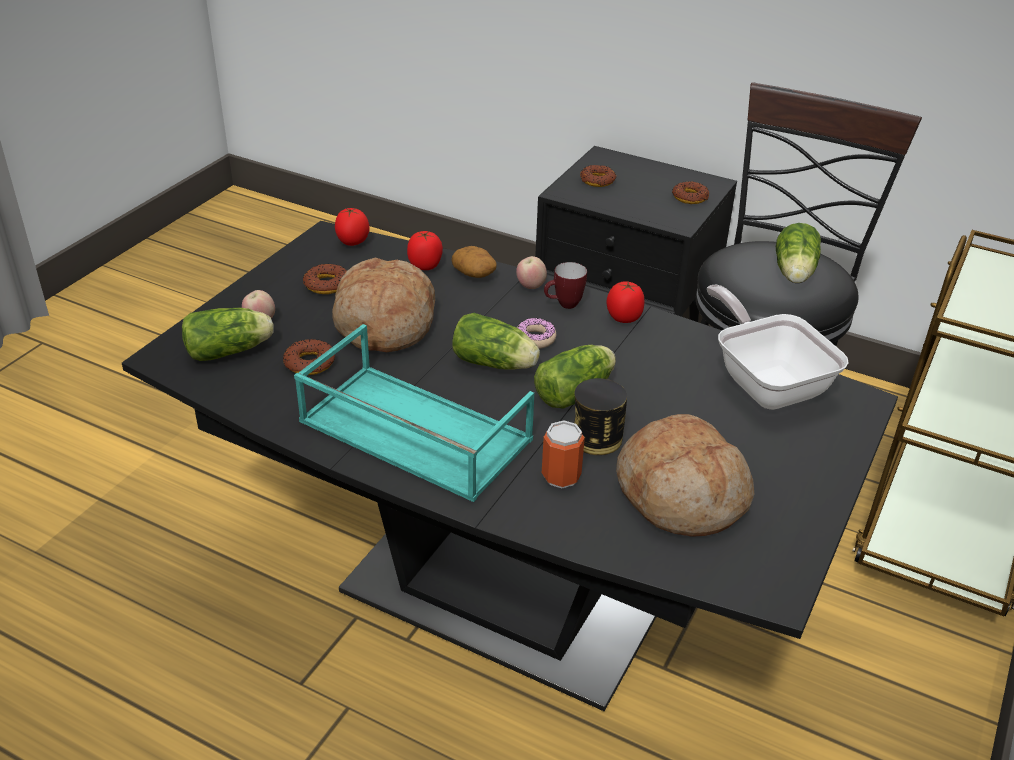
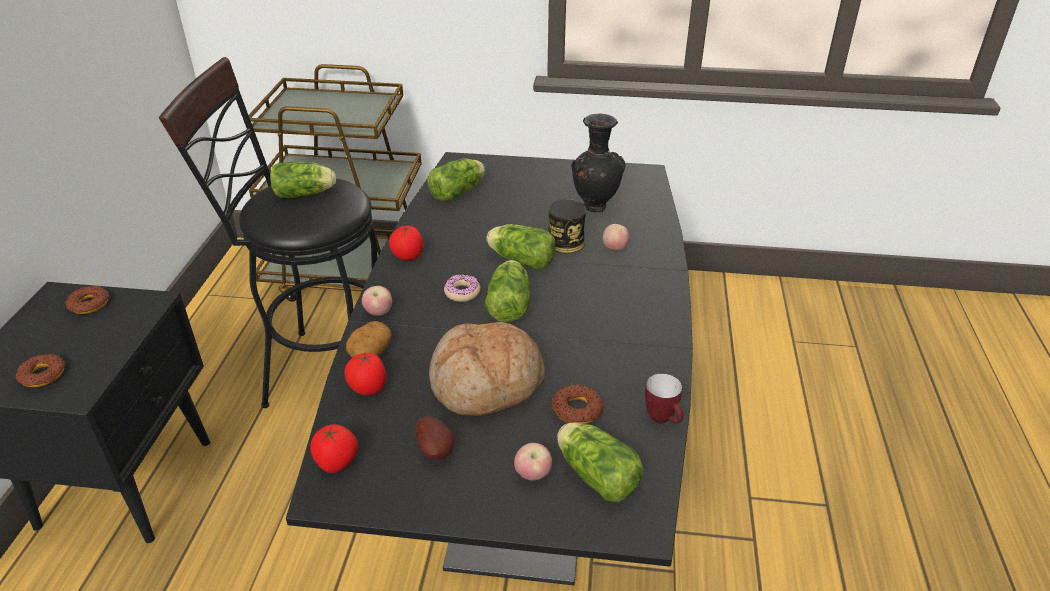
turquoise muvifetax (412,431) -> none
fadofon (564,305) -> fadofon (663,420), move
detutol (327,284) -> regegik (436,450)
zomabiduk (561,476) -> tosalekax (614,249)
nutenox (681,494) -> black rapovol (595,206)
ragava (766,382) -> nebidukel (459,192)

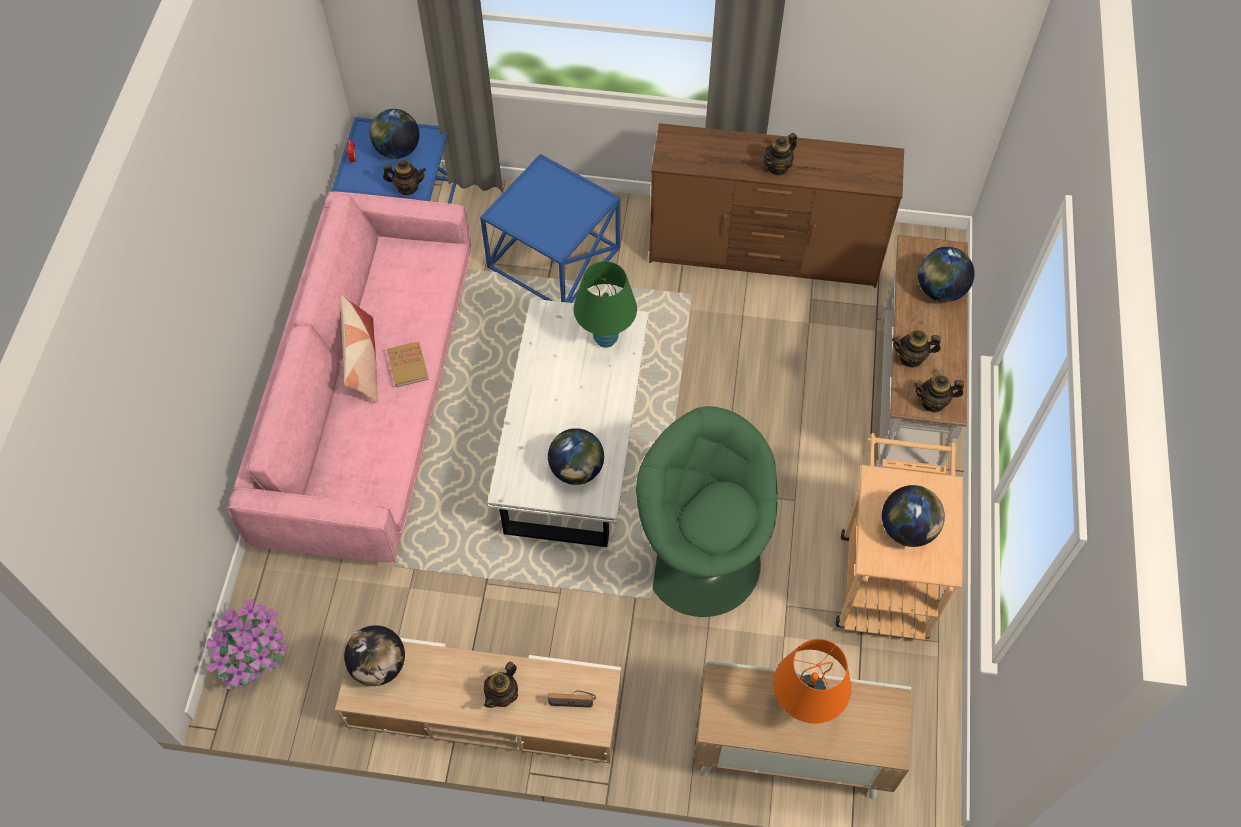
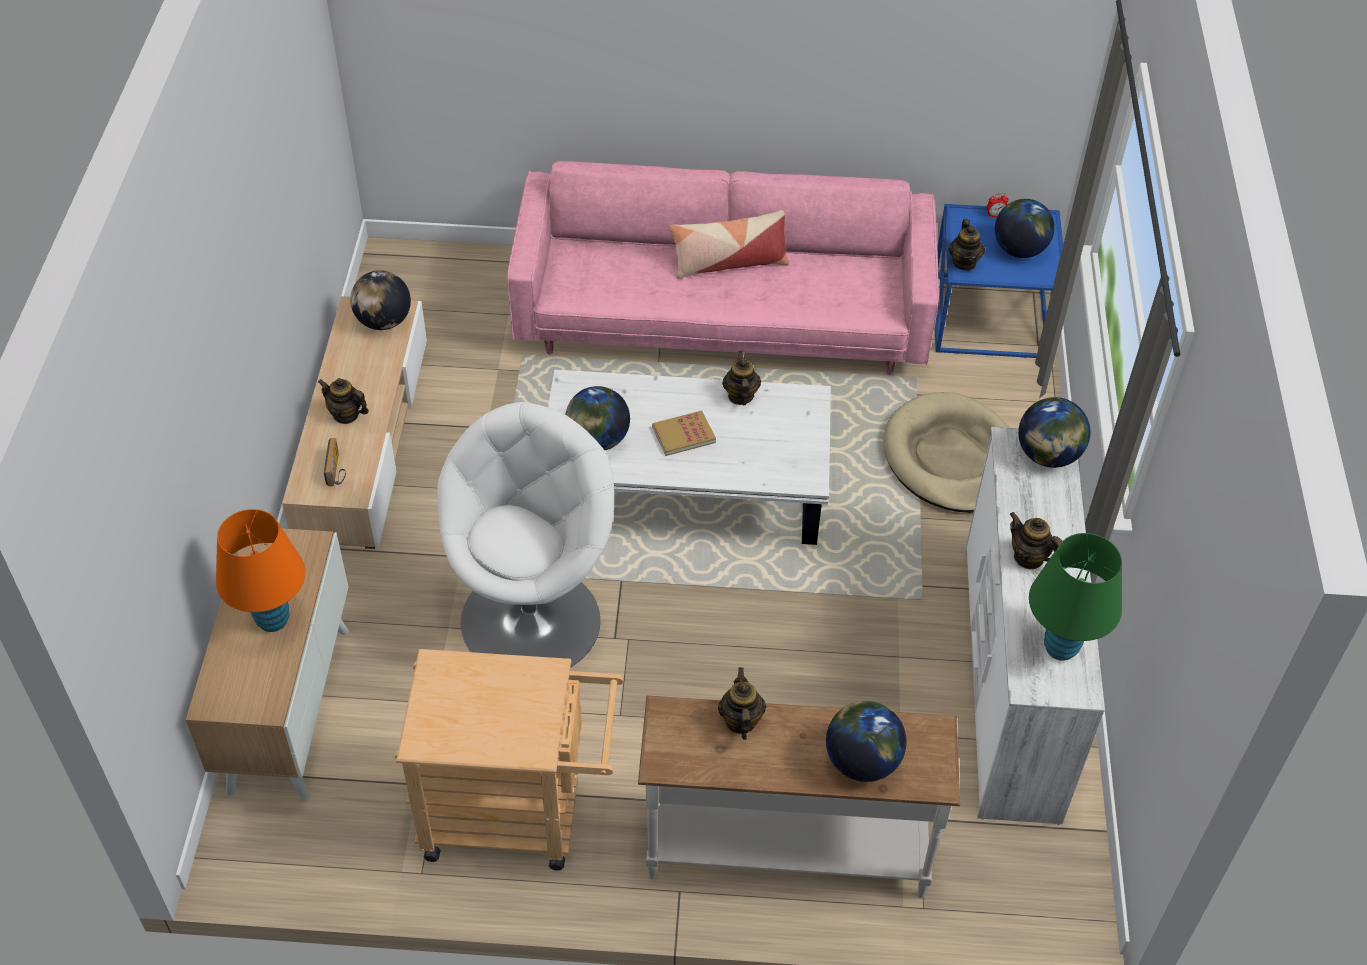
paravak (253,654) -> none
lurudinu (407,365) -> lurudinu (683,435), move
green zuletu (606,338) -> green zuletu (1060,648), move
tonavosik (907,529) -> tonavosik (1048,455), move
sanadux (933,402) -> sanadux (740,396), move
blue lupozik (555,257) -> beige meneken (952,458)
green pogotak (701,561) -> white pogotak (533,619)
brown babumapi (764,254) -> white babumapi (1008,681)

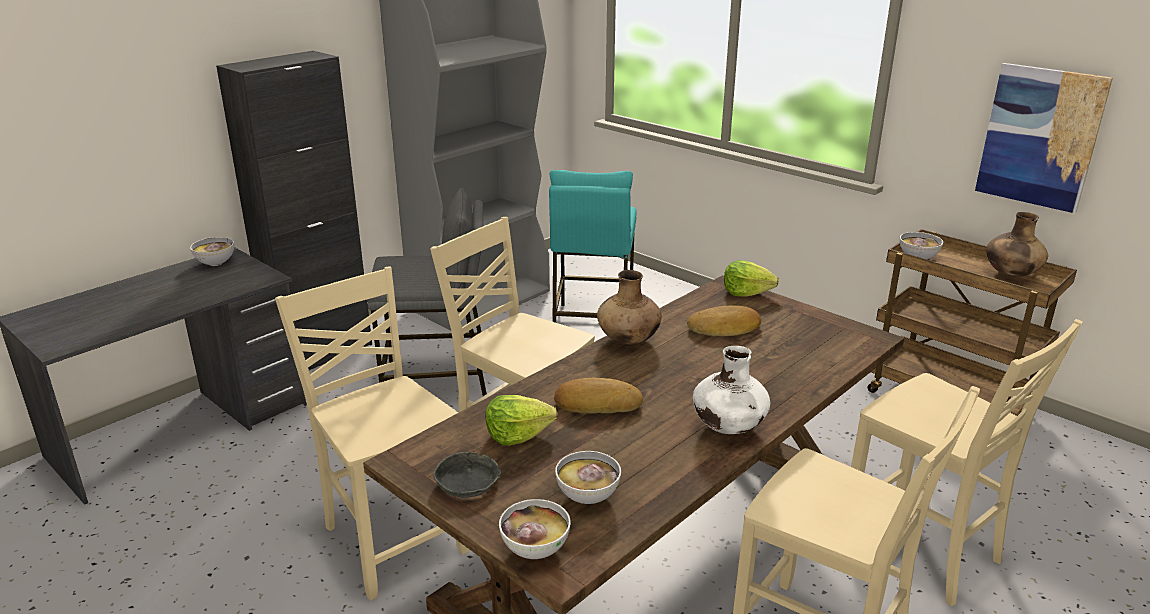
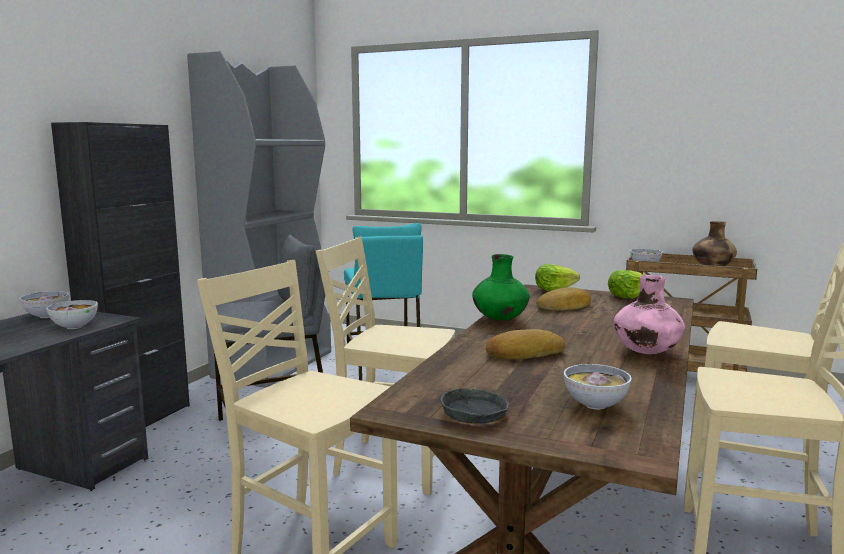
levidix (1040,137) -> none
nebidukel (517,434) -> nebidukel (627,296), move
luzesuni (535,549) -> luzesuni (74,327), move
brown rapovol (628,340) -> green rapovol (499,319)
white rapovol (728,427) -> pink rapovol (646,352)

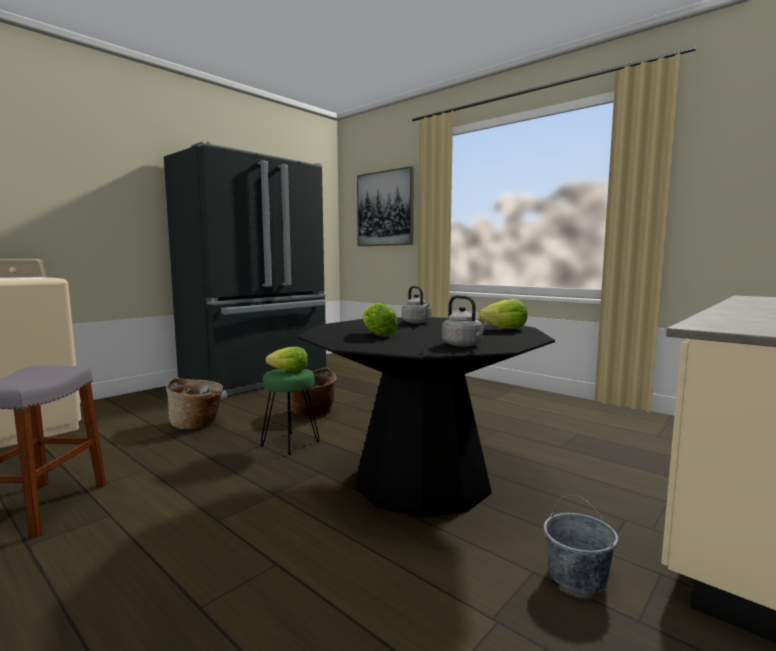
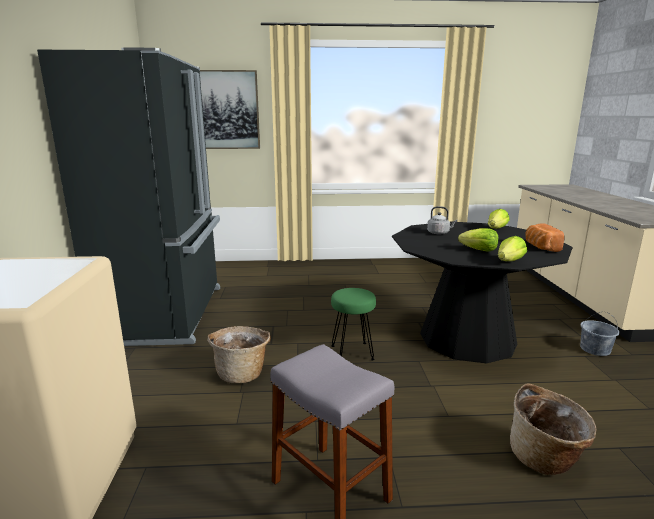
nebidukel (289,371) -> nebidukel (509,261), move
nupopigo (312,413) -> nupopigo (545,458), move
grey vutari (464,345) -> nutenox (540,247)

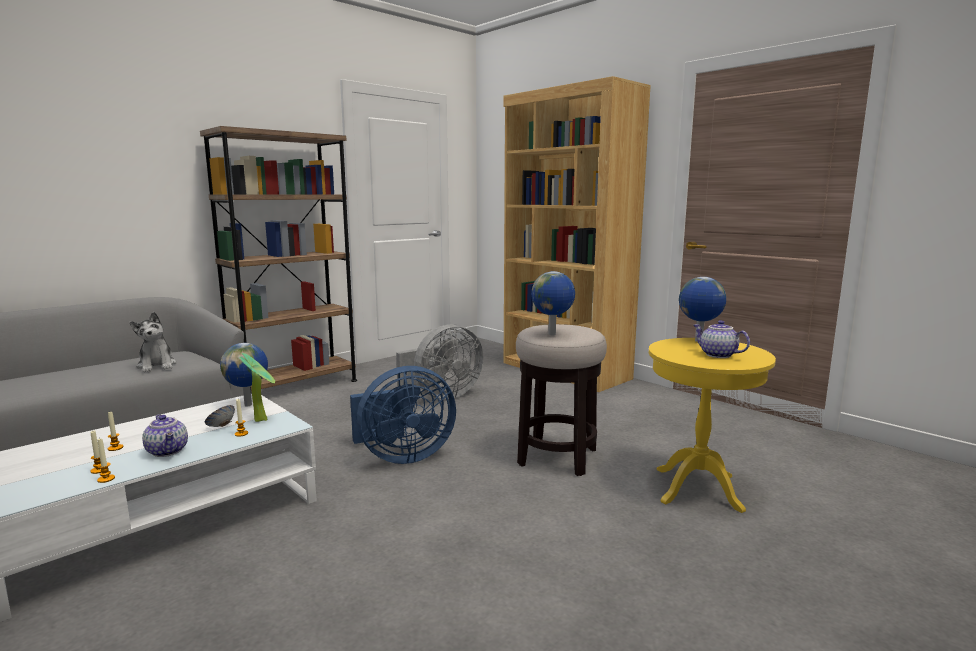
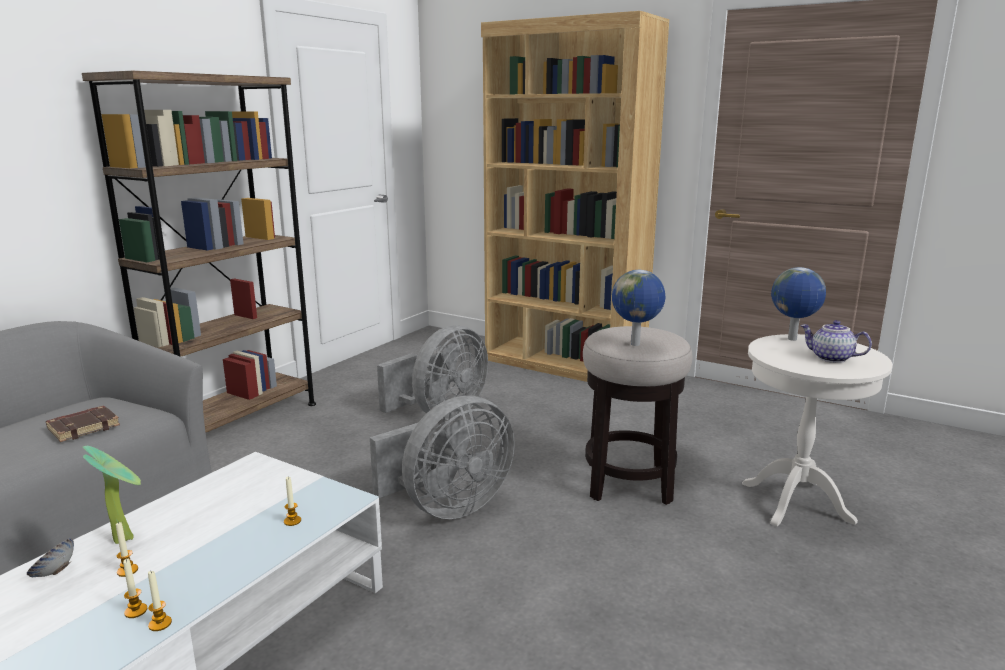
sanadux (168,451) -> none
tonavosik (249,405) -> none
luzesuni (221,426) -> luzesuni (54,573), move
paravak (262,419) -> paravak (125,537), move
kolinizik (157,365) -> brown lurudinu (84,427)
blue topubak (402,456) -> grey topubak (448,507)
yellow lupozik (697,489) -> white lupozik (796,502)

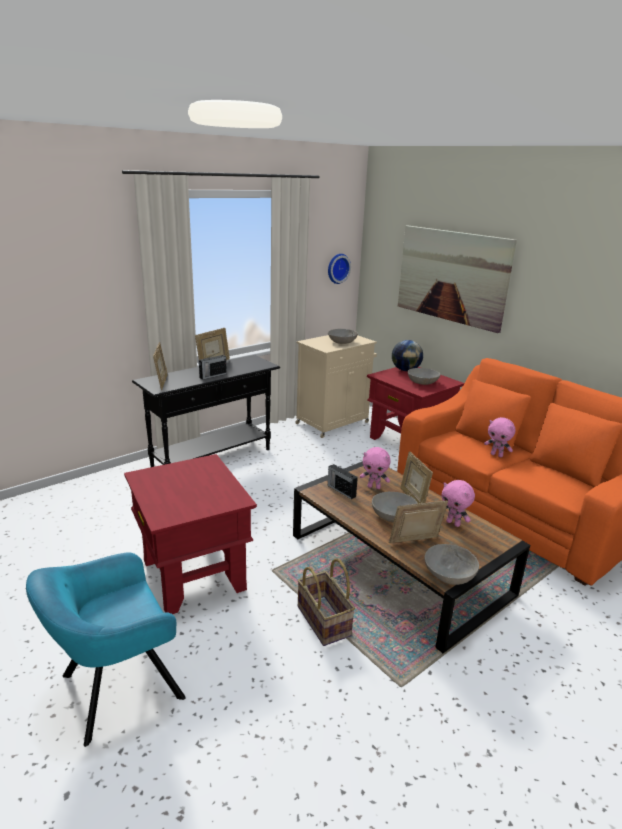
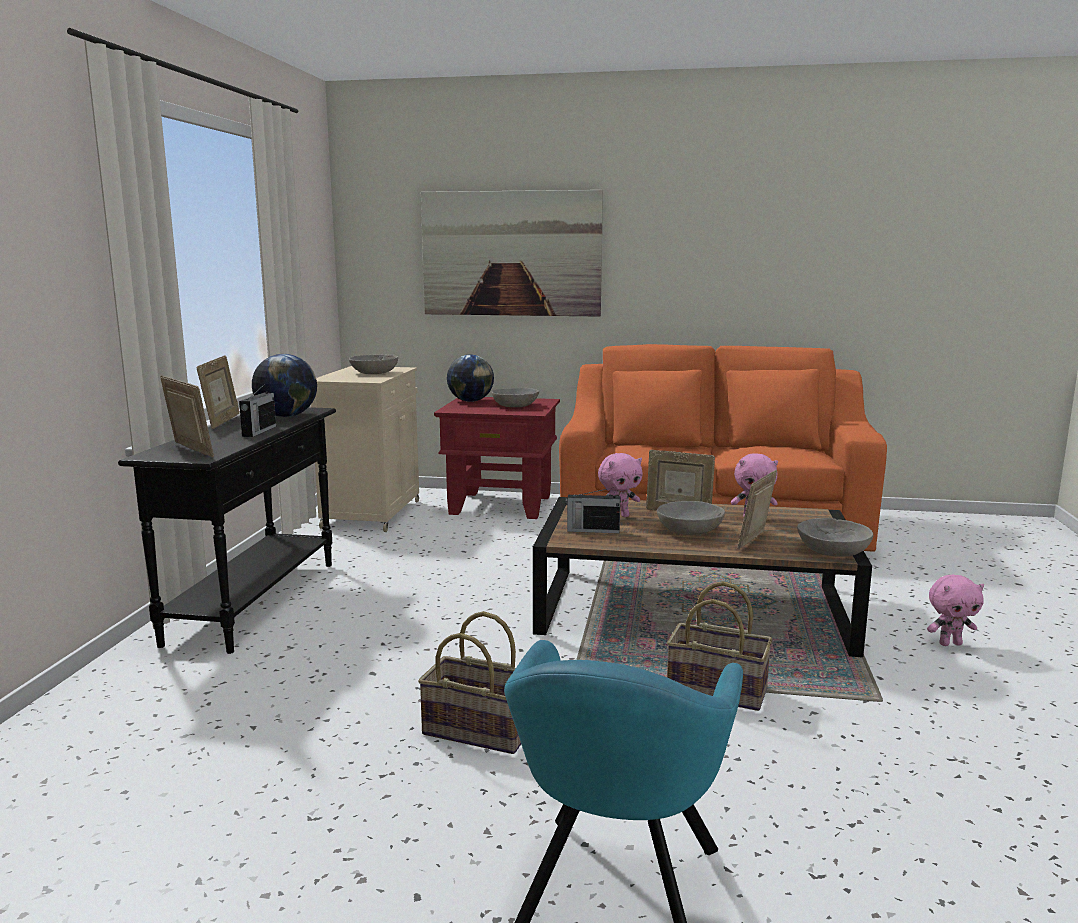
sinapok (337,268) -> none
none -> tonavosik (286,416)
pink kolinizik (497,455) -> pink kolinizik (950,644), move
red lupozik (193,575) -> nupopigo (479,730)

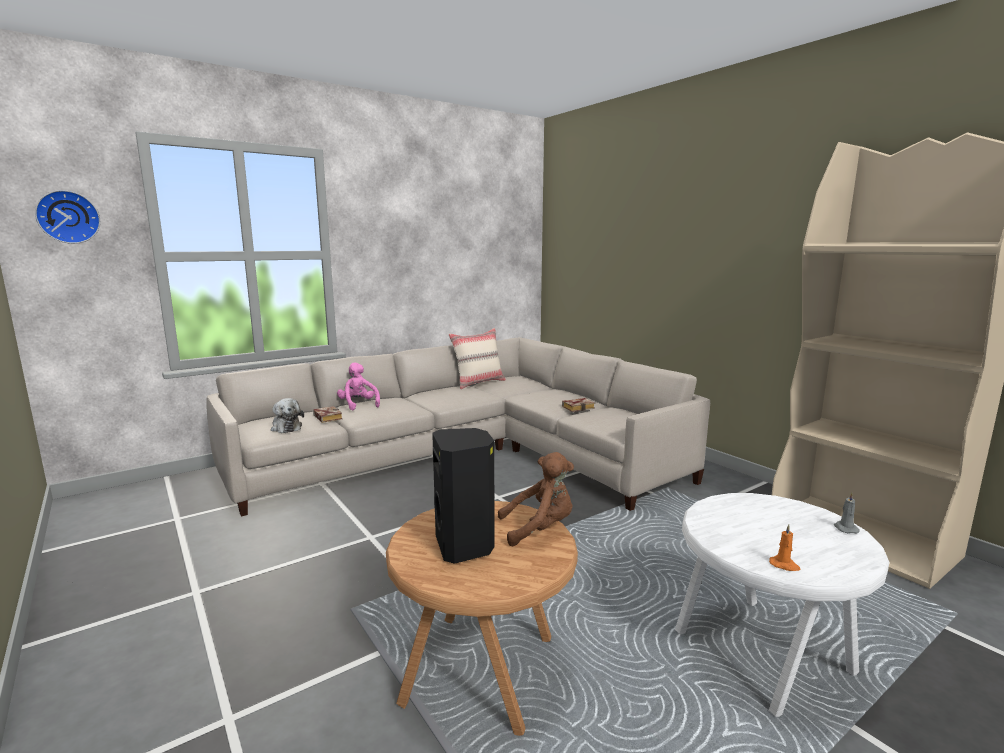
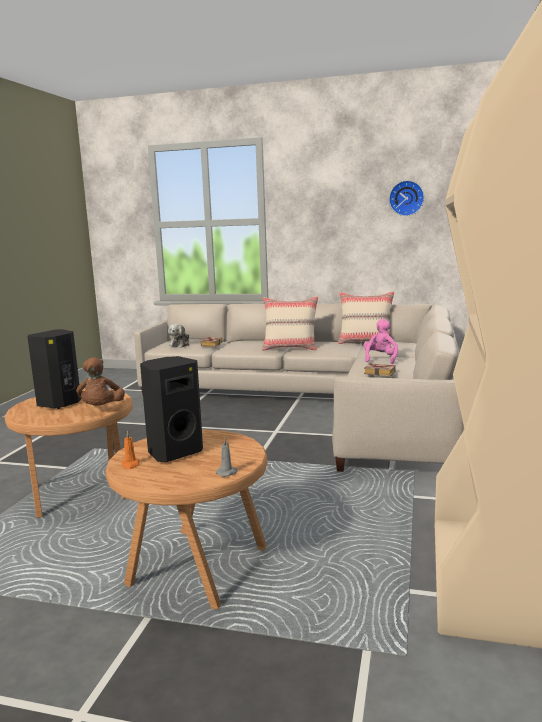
none -> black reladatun (174,452)
none -> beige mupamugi (290,348)
sinapok (68,217) -> sinapok (406,198), move
pink kolinizik (358,405) -> pink kolinizik (380,359), move
white lupozik (763,655) -> brown lupozik (196,568)
brown kolinizik (540,529) -> brown kolinizik (101,409), 45 degrees clockwise

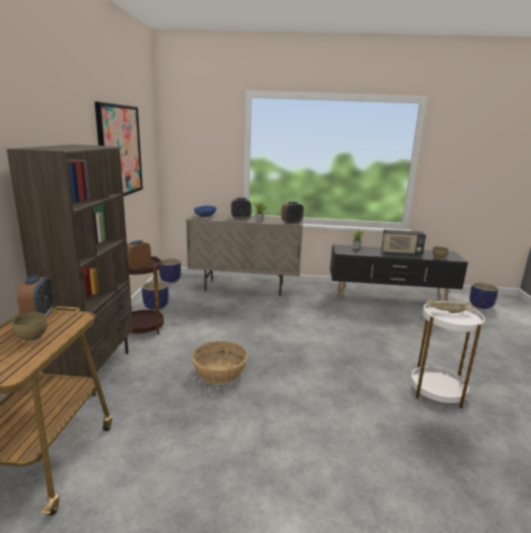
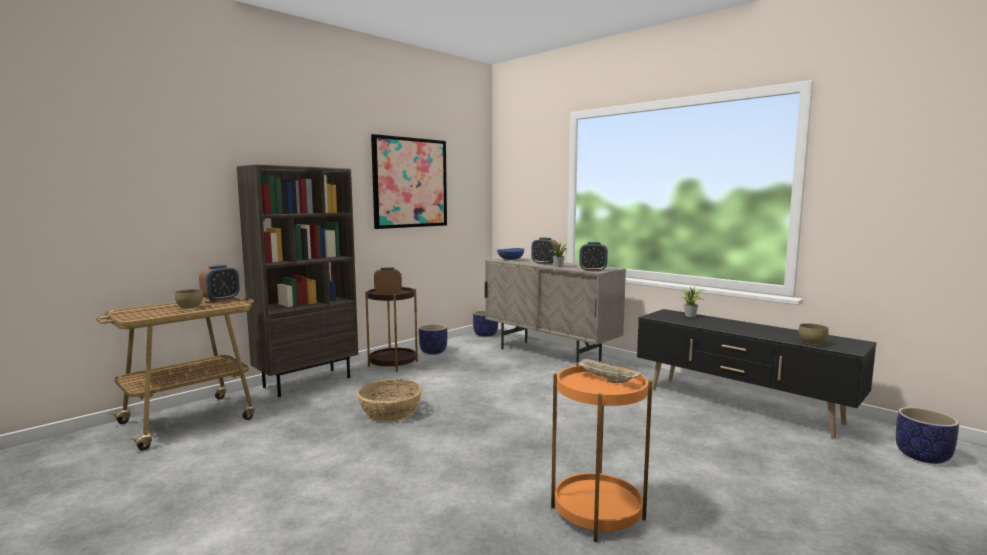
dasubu (401,253) -> none
white lupozik (437,391) -> orange lupozik (597,513)

